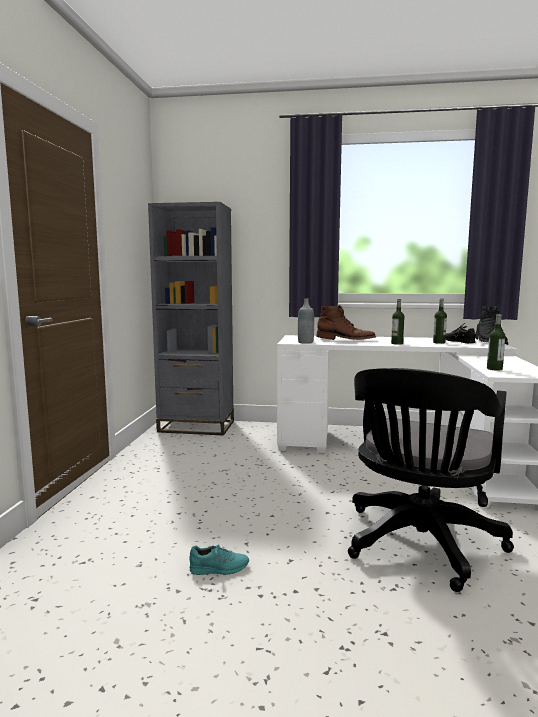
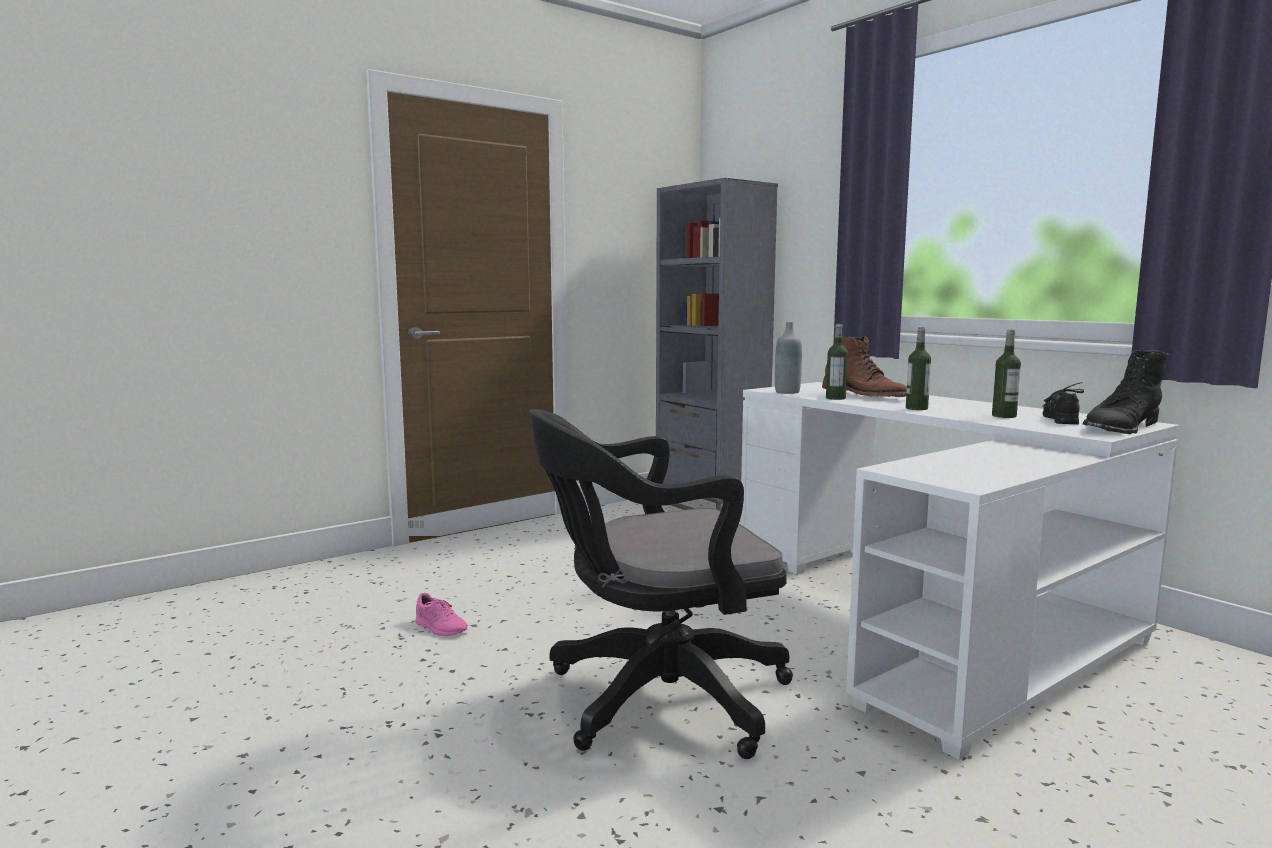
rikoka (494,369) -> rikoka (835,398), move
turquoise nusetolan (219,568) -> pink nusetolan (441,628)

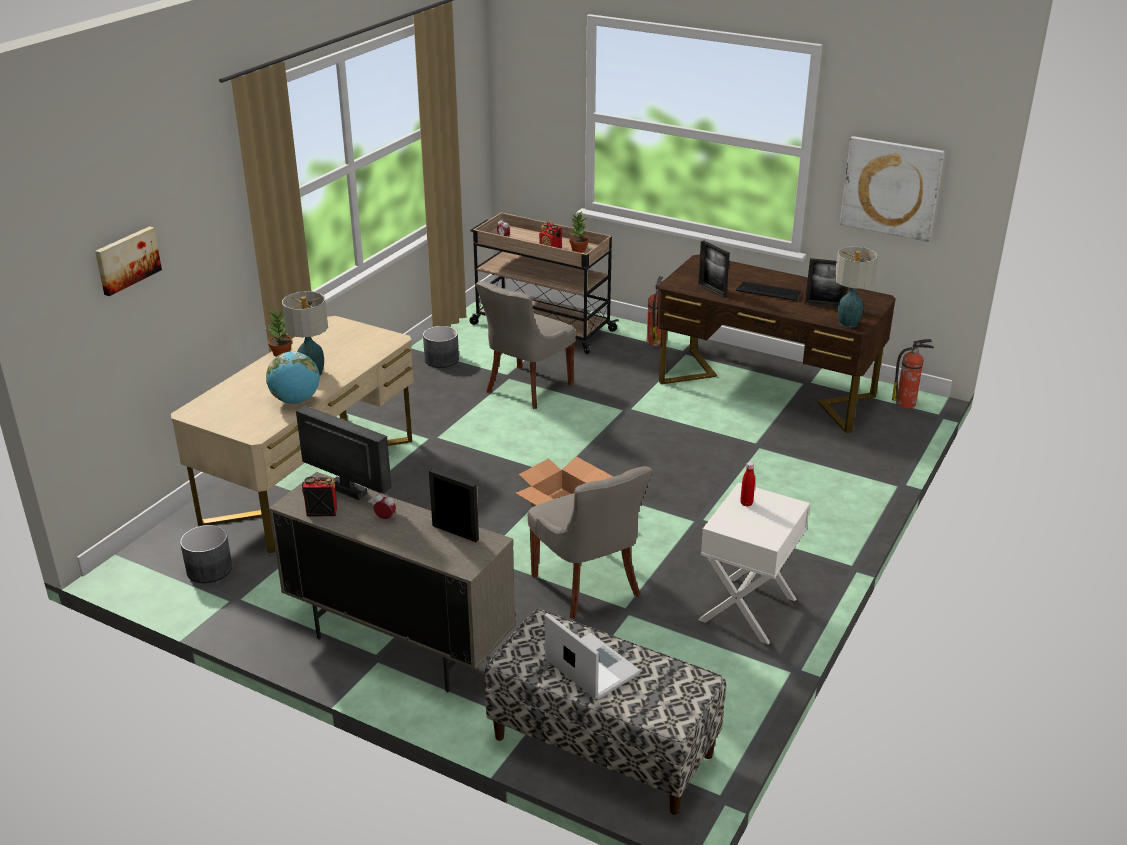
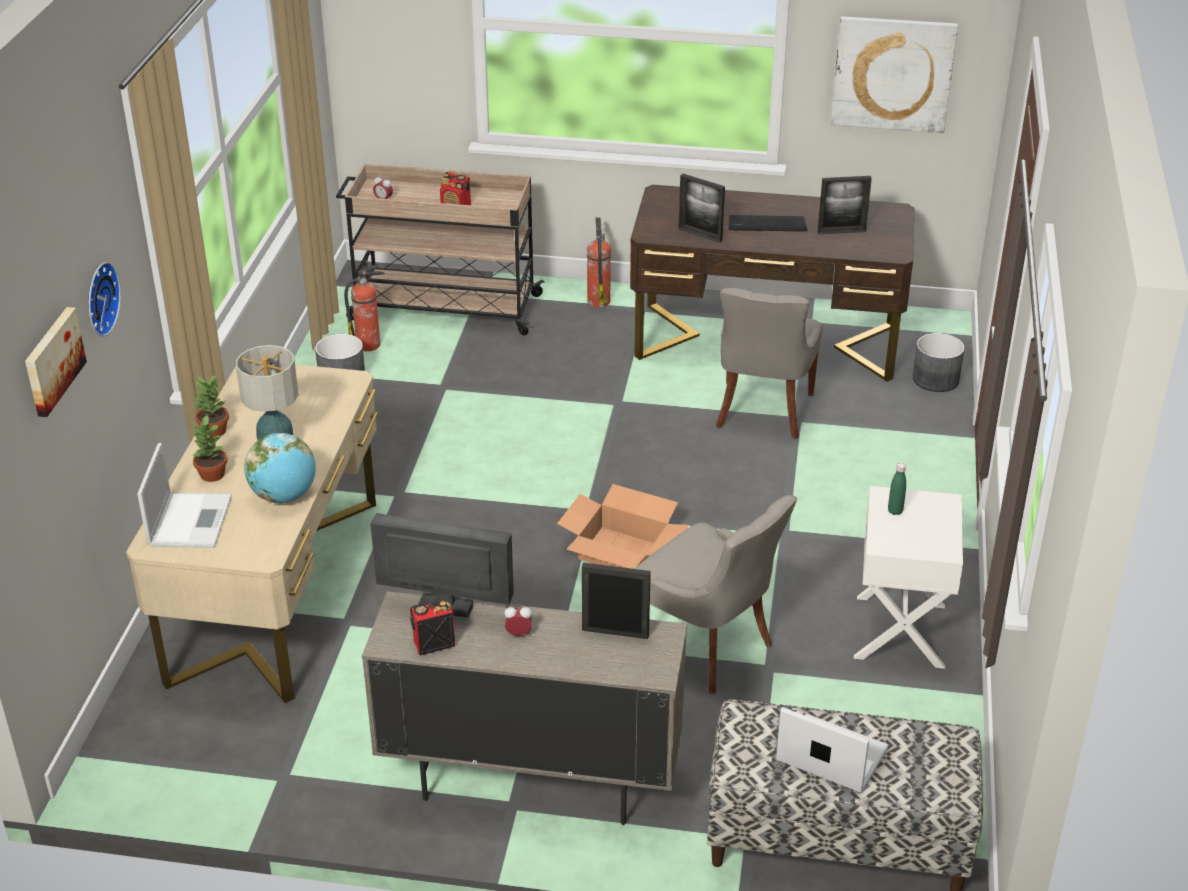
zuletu (849,323) -> none
none -> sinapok (98,298)
none -> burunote (190,520)
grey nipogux (209,569) -> grey nipogux (935,379), move
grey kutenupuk (526,388) -> grey kutenupuk (762,411), move
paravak (578,250) -> paravak (212,475), move
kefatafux (907,403) -> kefatafux (369,344), move
red rikoka (746,503) -> green rikoka (895,511)

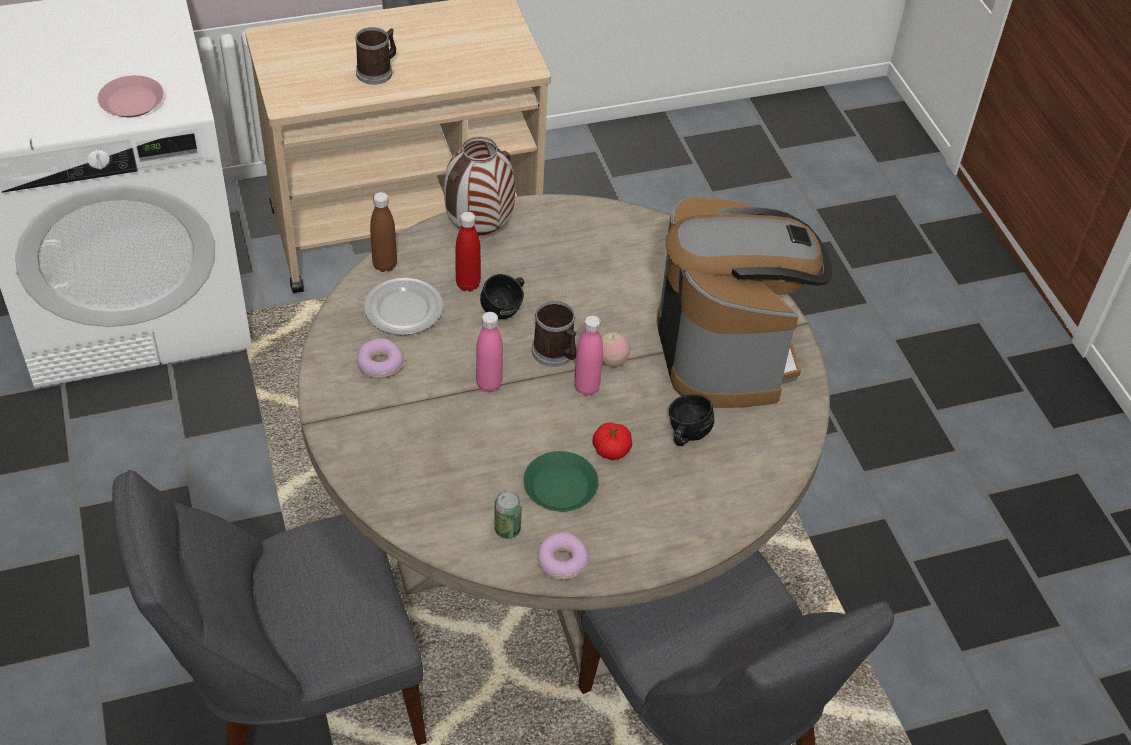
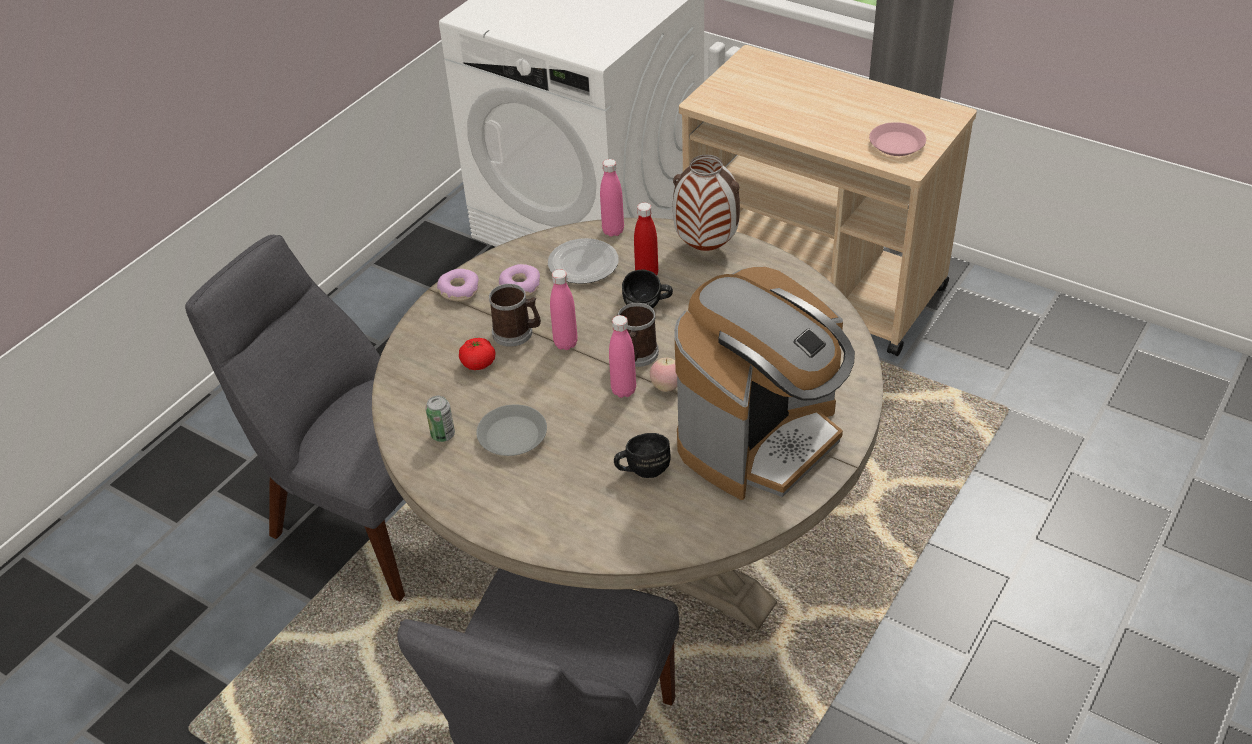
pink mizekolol (132,101) -> pink mizekolol (897,144), move
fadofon (377,71) -> fadofon (517,333), move
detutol (561,562) -> detutol (459,290), move
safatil (611,450) -> safatil (478,363), move
brown rikoka (385,265) -> pink rikoka (613,231)
green mizekolol (560,487) -> grey mizekolol (512,436)

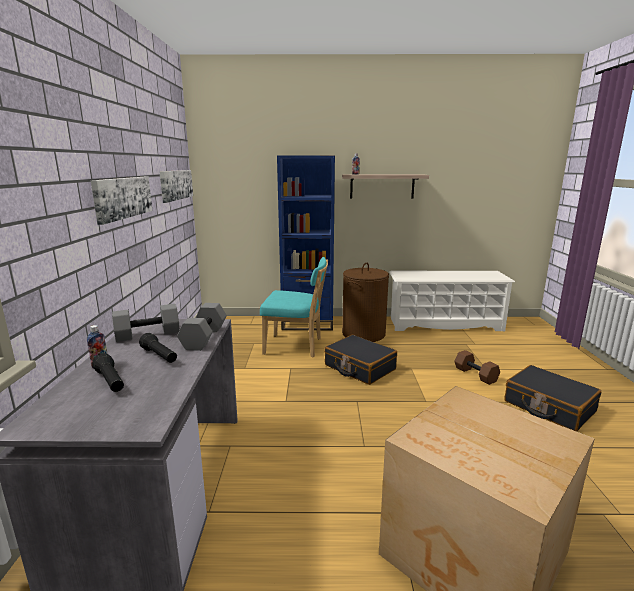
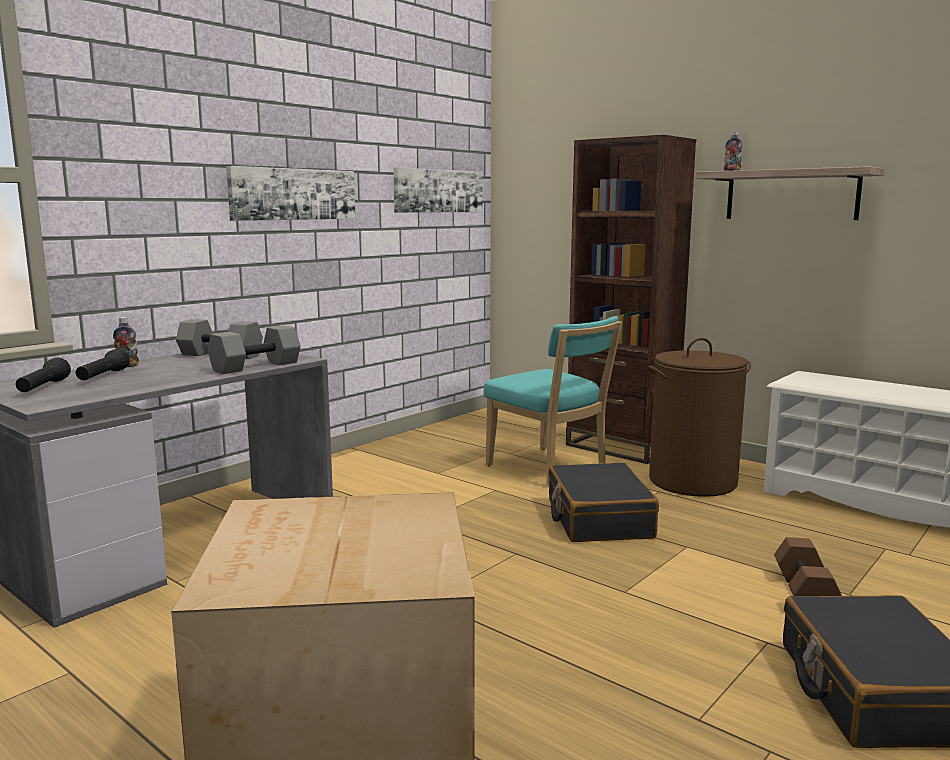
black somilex (160,356) -> black somilex (43,388), move
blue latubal (307,323) -> brown latubal (621,447)

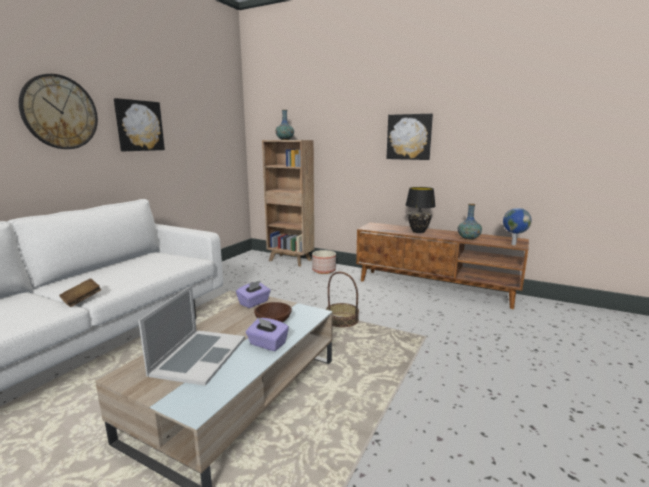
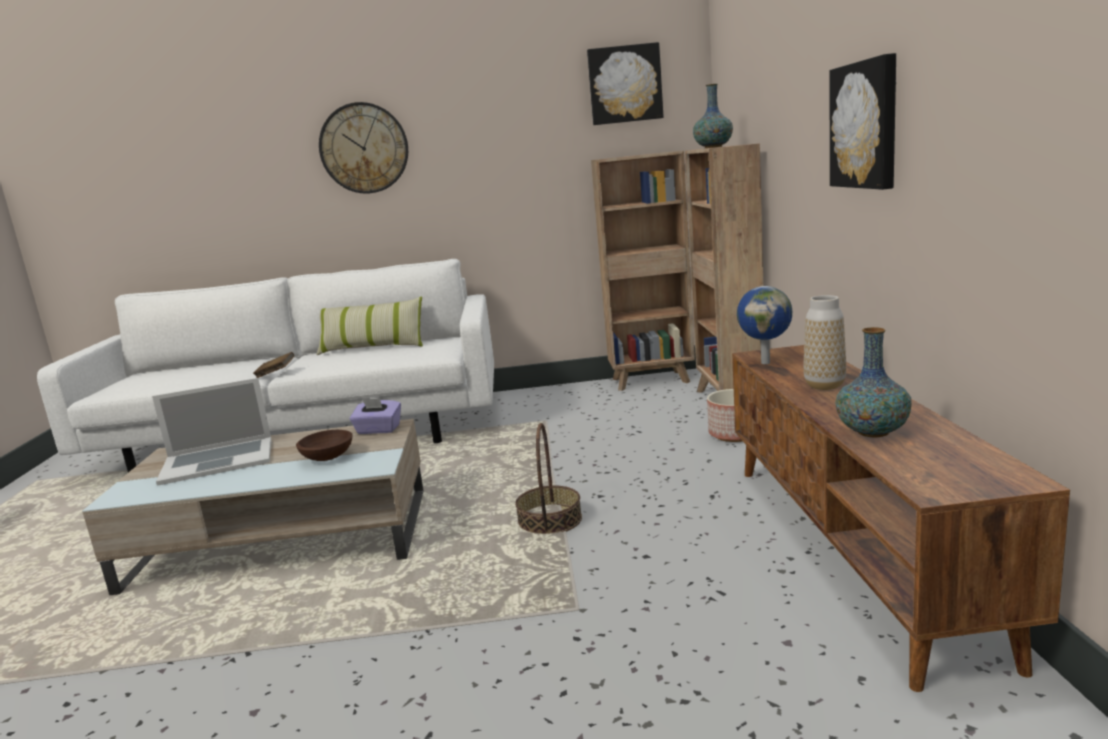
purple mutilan (267,344) -> none
none -> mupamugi (373,348)
none -> brown latubal (652,380)
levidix (139,126) -> levidix (625,84), move
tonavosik (513,244) -> tonavosik (766,362), move
black zuletu (418,231) -> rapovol (824,385)

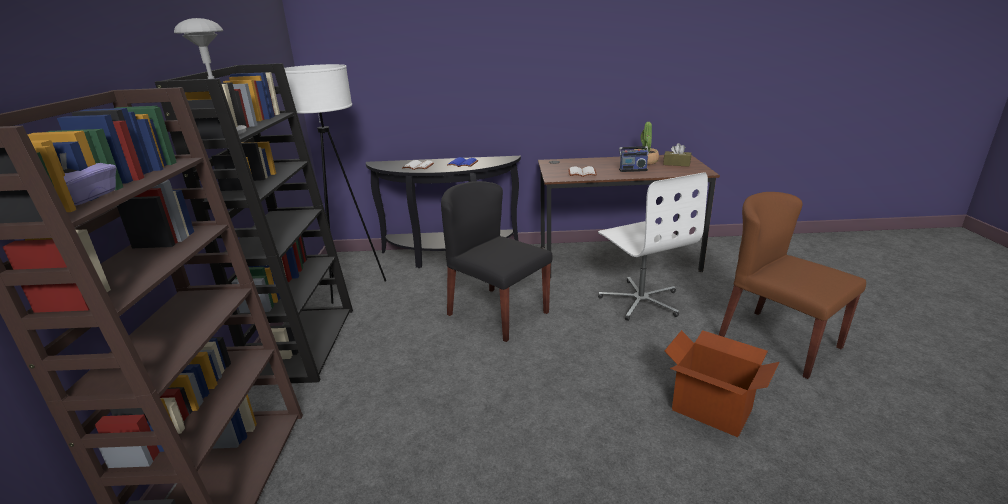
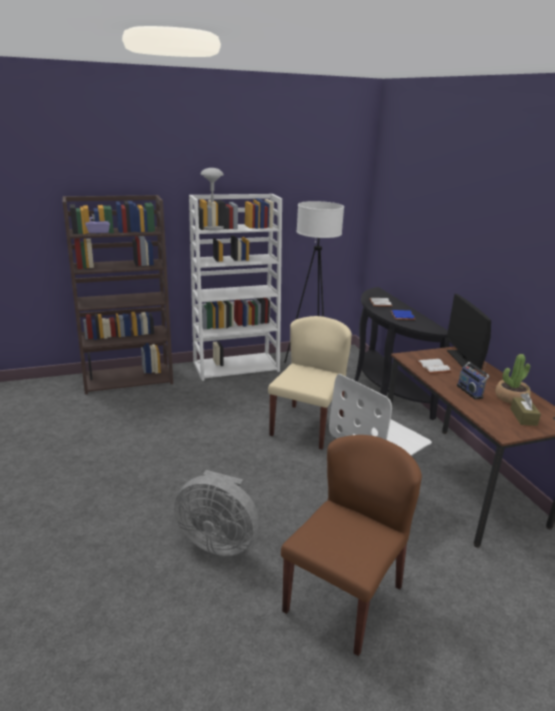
none -> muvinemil (464,359)
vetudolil (711,409) -> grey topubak (218,541)
black latubal (304,343) -> white latubal (236,366)
black kutenupuk (497,313) -> beige kutenupuk (307,426)

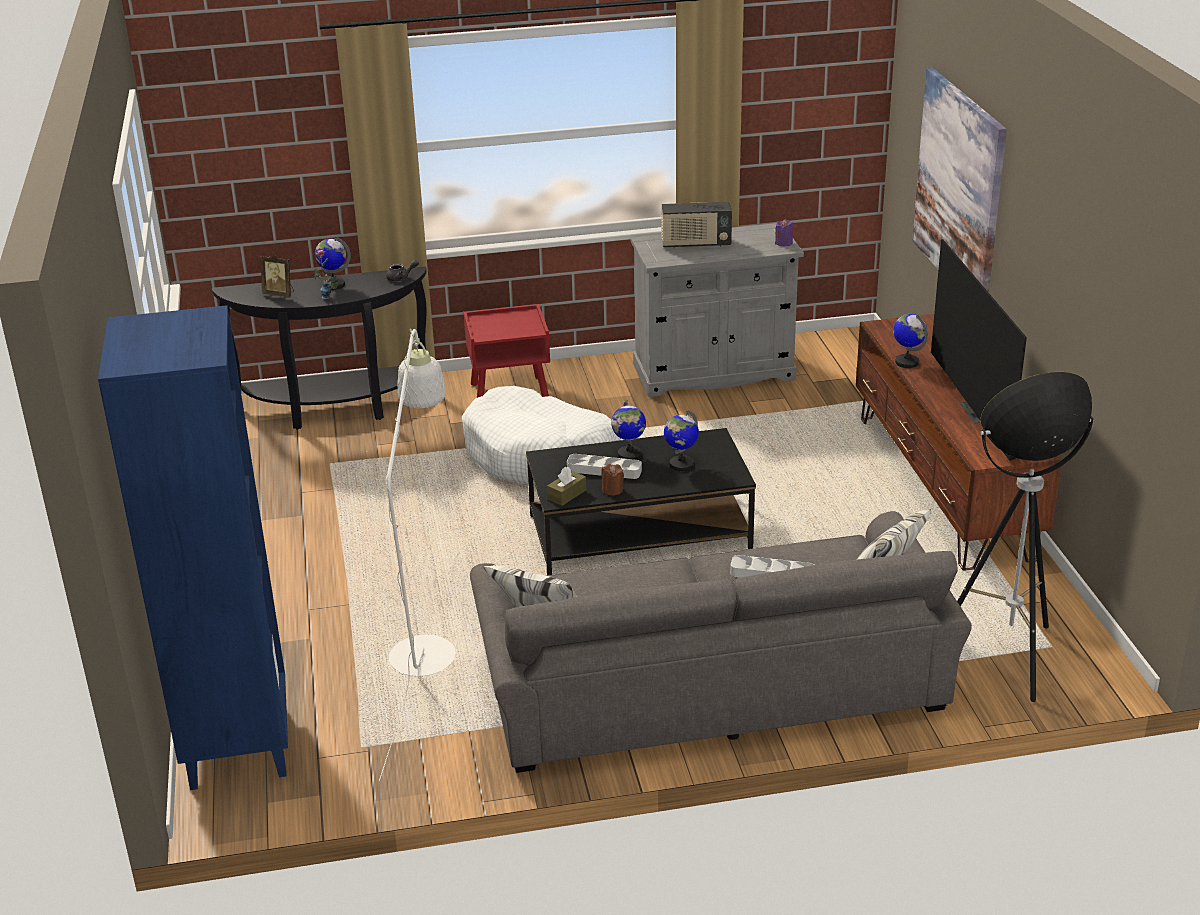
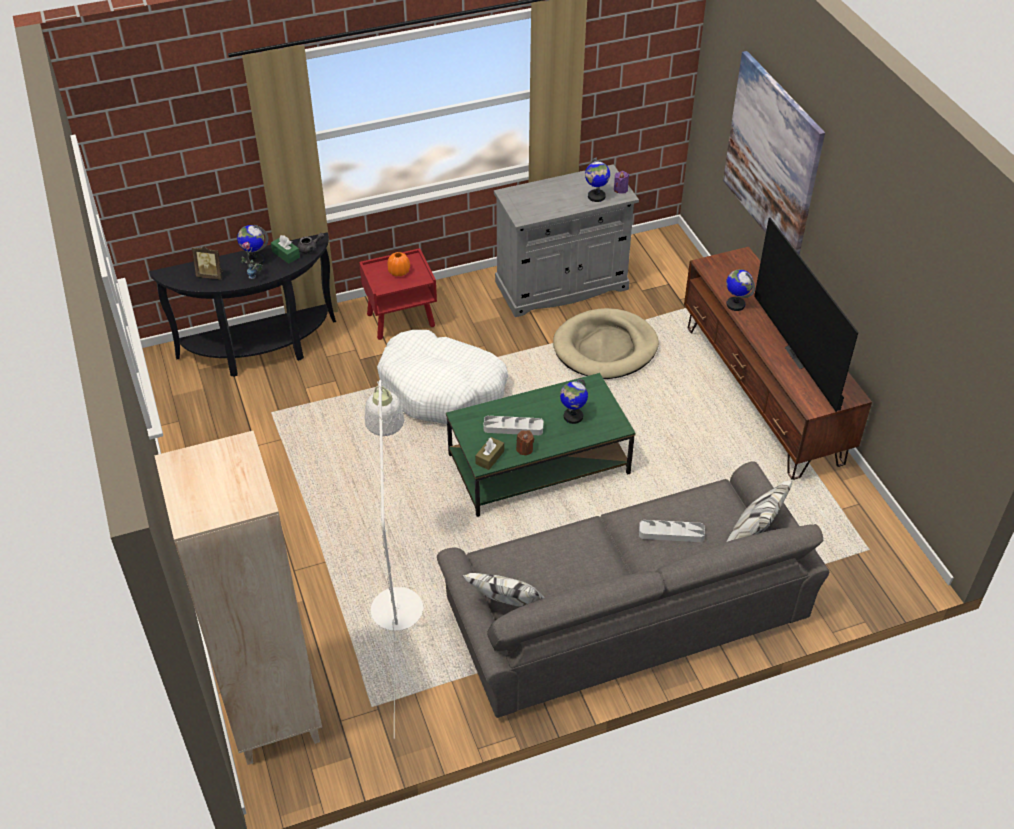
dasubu (695,244) -> none
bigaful (1006,658) -> none
none -> green mutilan (286,254)
none -> orange rapovol (399,272)
none -> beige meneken (605,348)
tonavosik (629,455) -> tonavosik (596,196), move
blue latubal (237,745) -> beige latubal (273,715)
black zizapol (637,533) -> green zizapol (537,464)

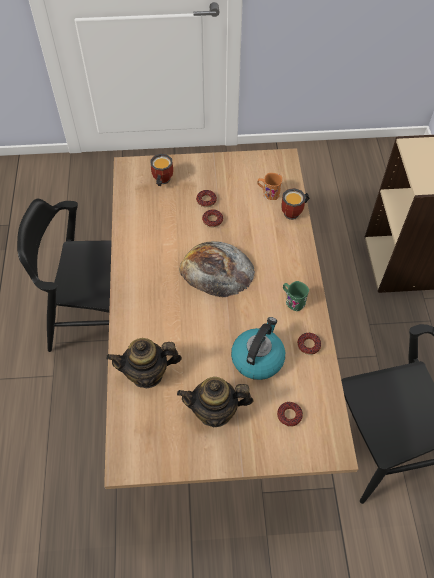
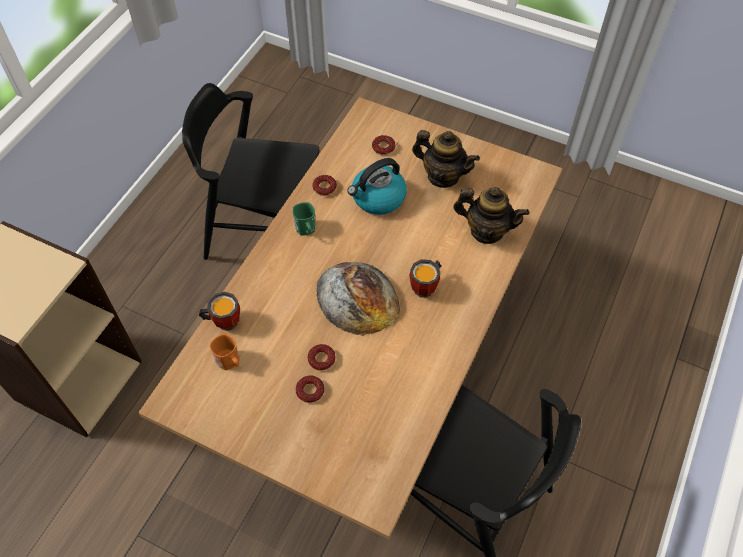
fadofon (161,181) -> fadofon (427,287), move

